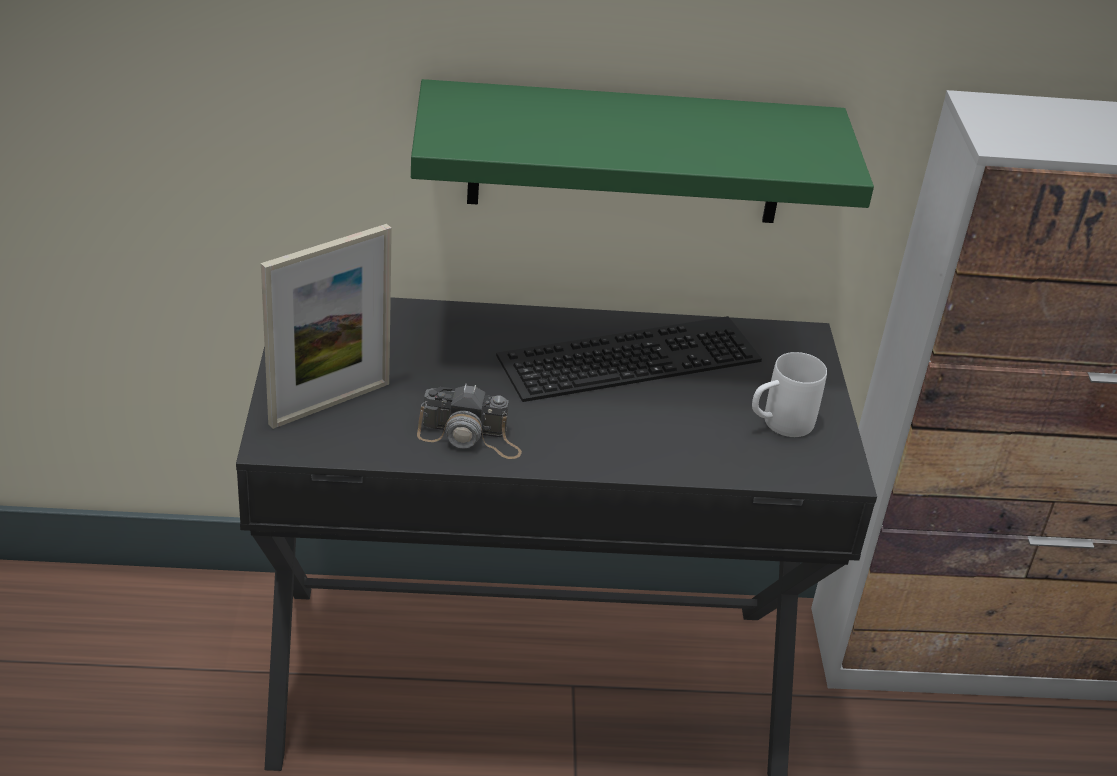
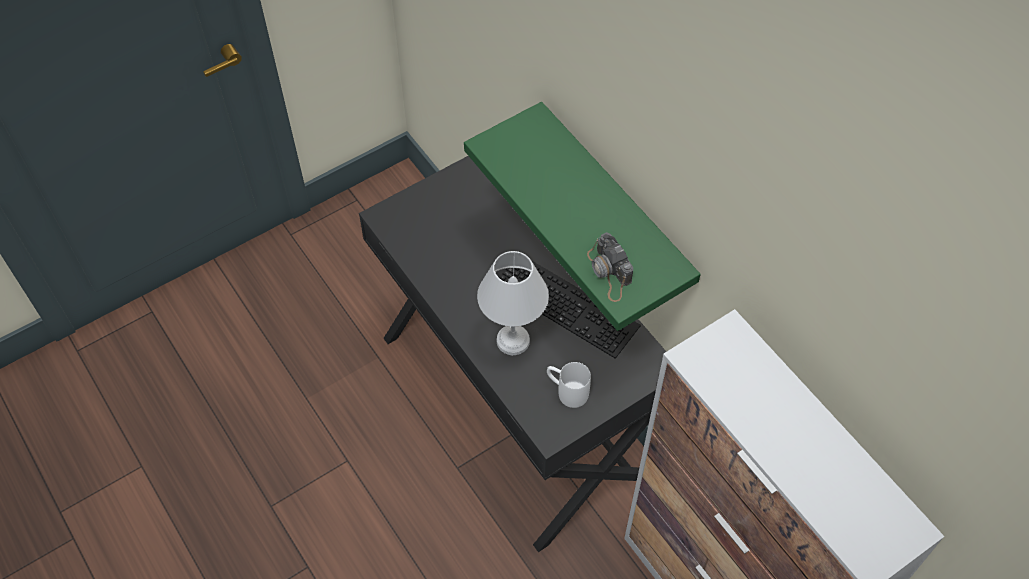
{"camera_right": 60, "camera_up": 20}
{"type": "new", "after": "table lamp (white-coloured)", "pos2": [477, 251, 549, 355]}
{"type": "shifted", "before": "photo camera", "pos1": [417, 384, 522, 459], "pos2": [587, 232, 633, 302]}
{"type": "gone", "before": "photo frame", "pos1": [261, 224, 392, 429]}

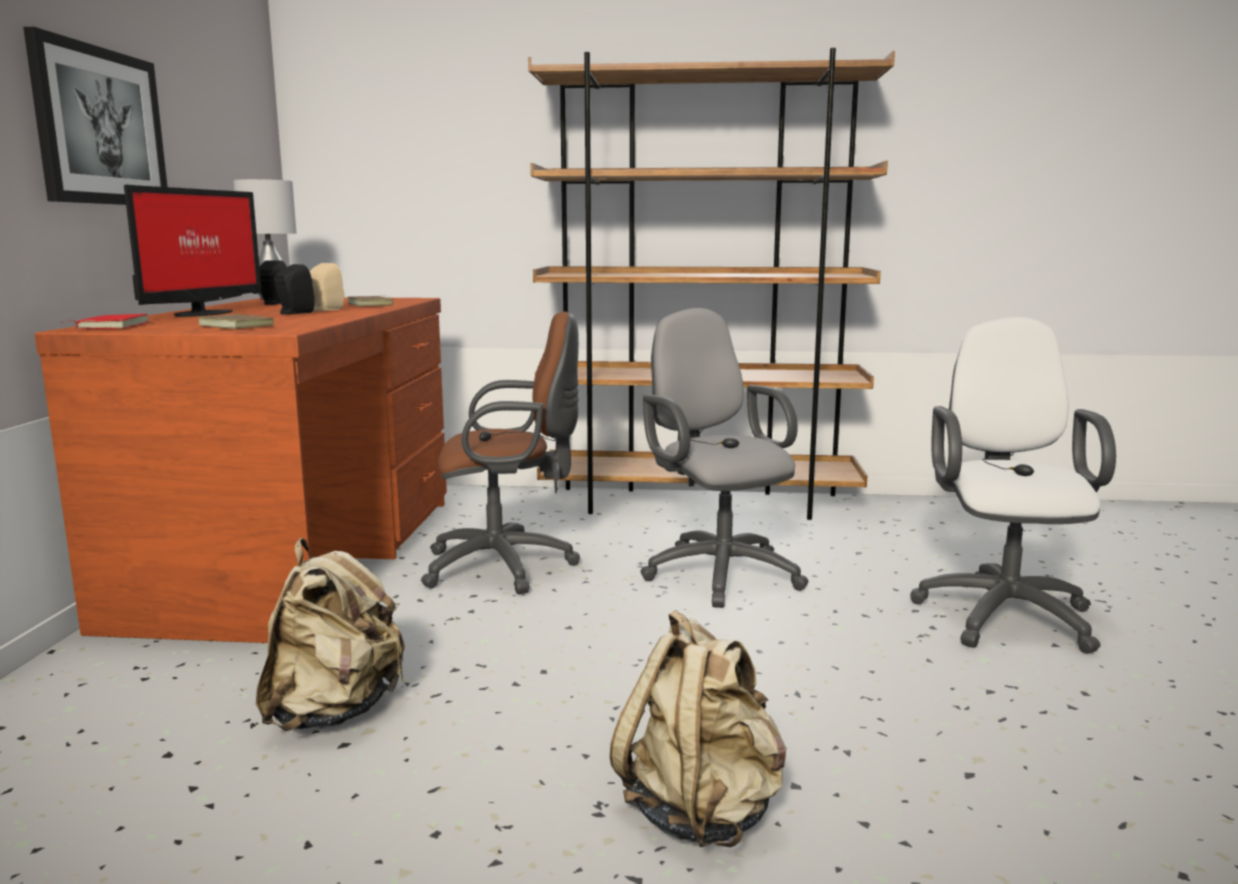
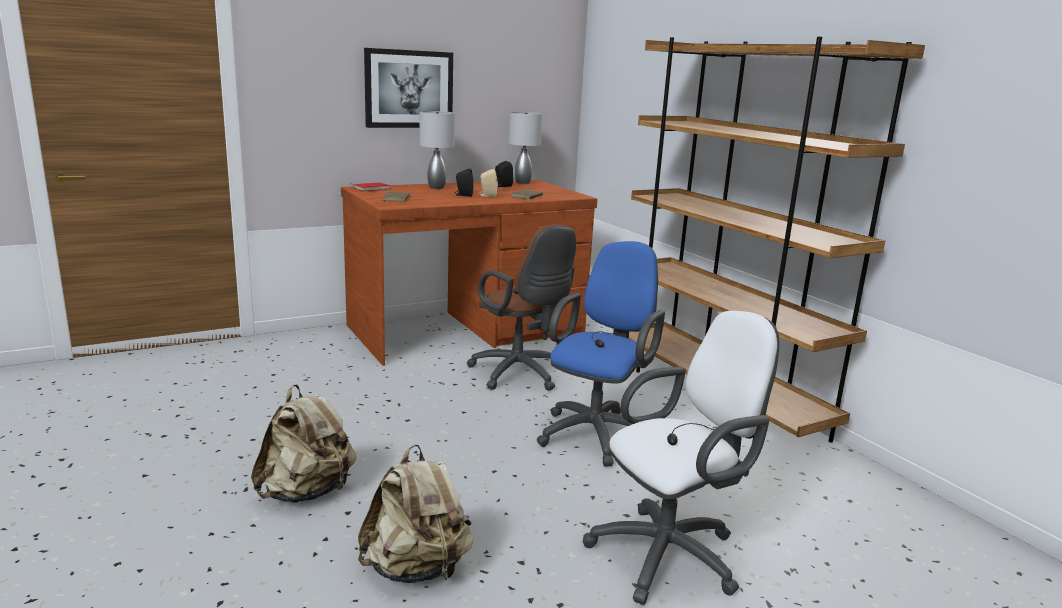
{"camera_right": 55, "camera_up": 5}
{"type": "shifted", "before": "backpack (sand-coloured)", "pos1": [256, 538, 405, 731], "pos2": [358, 444, 473, 583]}
{"type": "swapped", "before": "computer screen", "after": "table lamp (grey)", "pos1": [124, 185, 261, 317], "pos2": [420, 111, 455, 189]}
{"type": "repainted", "before": "office chair (grey)", "after": "office chair (blue-coloured)", "pos1": [641, 308, 808, 608], "pos2": [537, 241, 665, 466]}

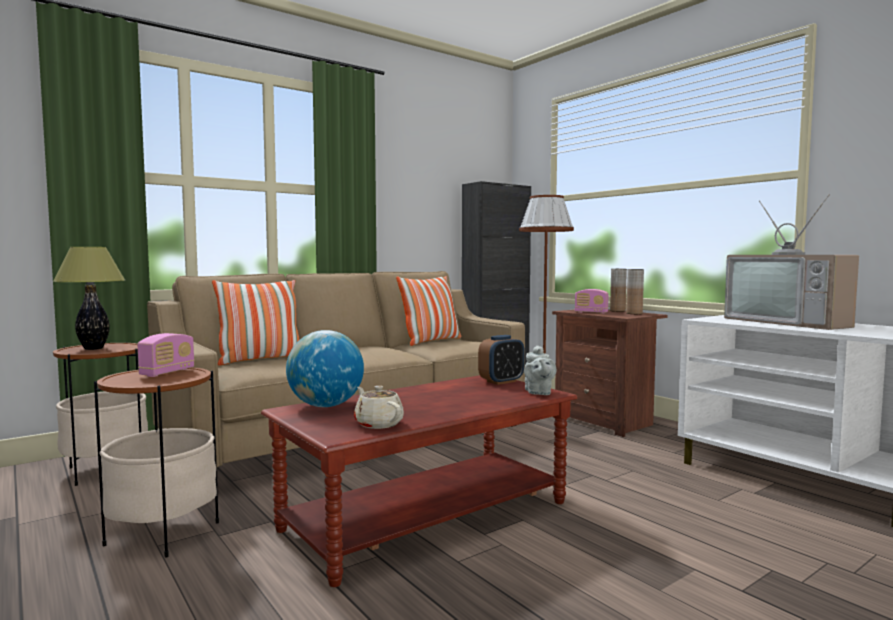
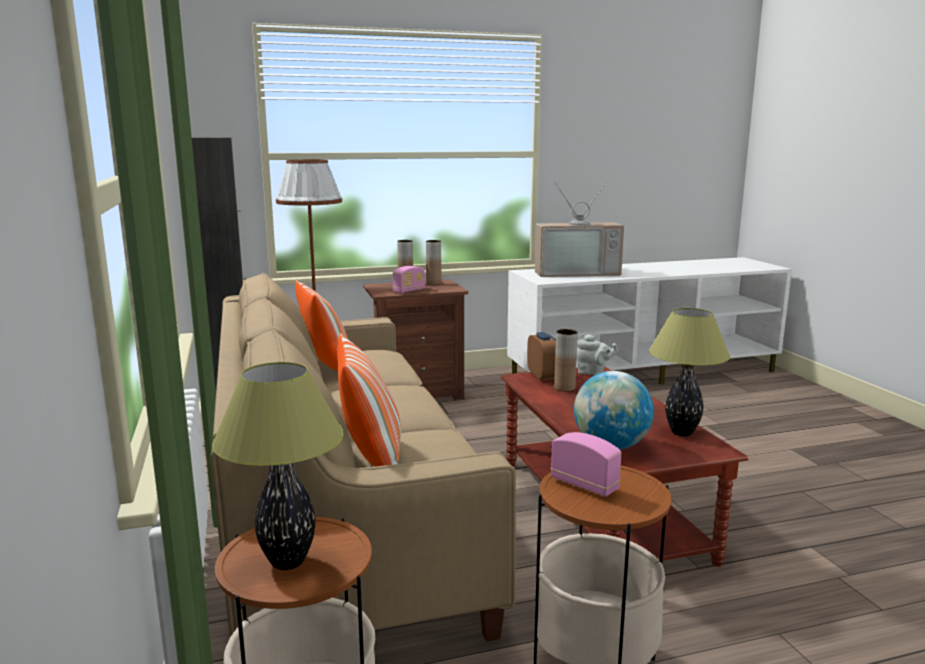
{"camera_right": -70, "camera_up": 10}
{"type": "new", "after": "decorative vase (brown-coloured)", "pos2": [554, 329, 578, 391]}
{"type": "swapped", "before": "tea pot (sand-coloured)", "after": "table lamp", "pos1": [354, 386, 404, 429], "pos2": [649, 308, 730, 436]}

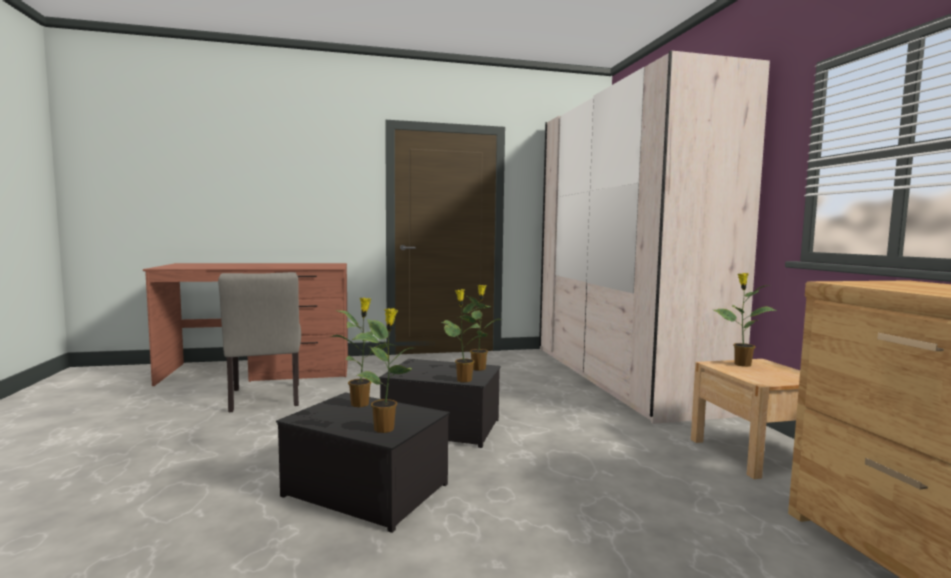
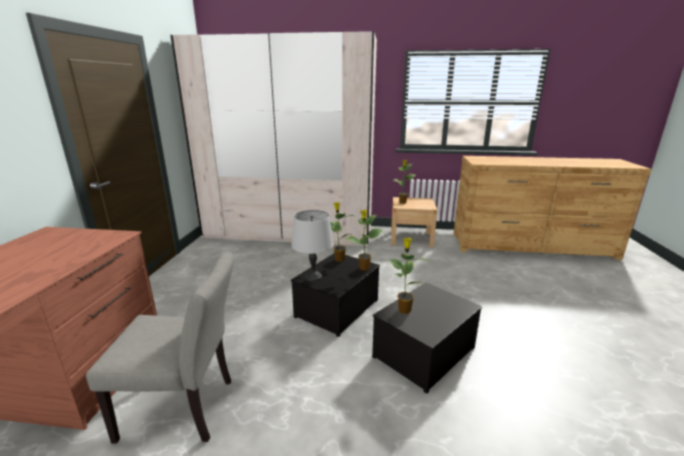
{"camera_right": -70, "camera_up": 15}
{"type": "new", "after": "table lamp (grey)", "pos2": [291, 210, 333, 282]}
{"type": "gone", "before": "houseplant", "pos1": [352, 308, 414, 433]}

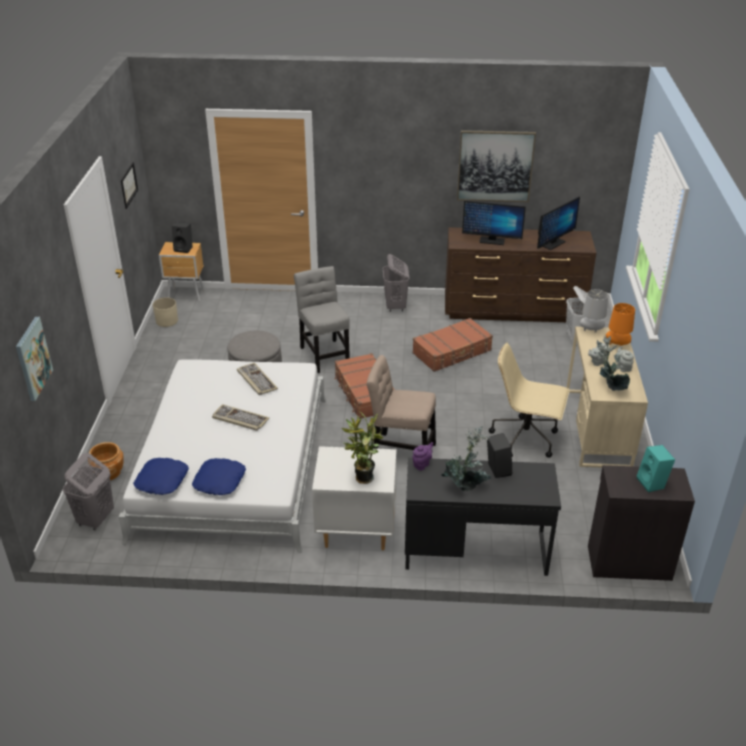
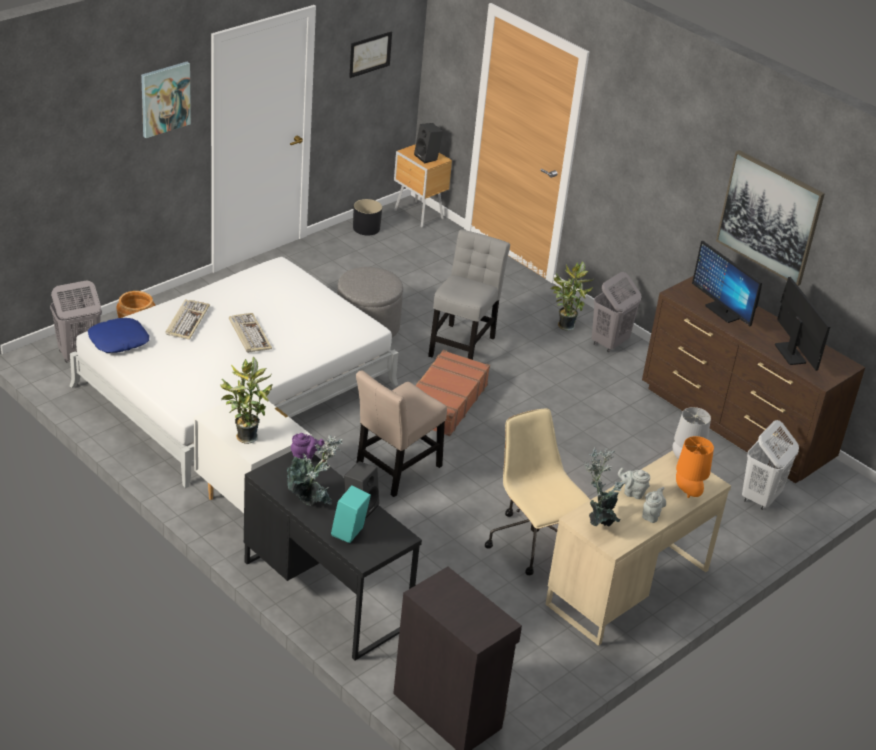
{"camera_right": 40, "camera_up": 0}
{"type": "shifted", "before": "picture", "pos1": [16, 317, 53, 401], "pos2": [141, 62, 191, 138]}
{"type": "shifted", "before": "keyboard", "pos1": [237, 363, 278, 395], "pos2": [165, 299, 210, 340]}
{"type": "shifted", "before": "speaker (blue-green)", "pos1": [637, 445, 675, 492], "pos2": [331, 485, 371, 543]}
{"type": "repainted", "before": "flower pot (sand-coloured)", "after": "flower pot (black)", "pos1": [153, 297, 178, 327], "pos2": [353, 199, 382, 236]}
{"type": "rotated", "before": "upright chair (sand-coloured)", "pos1": [367, 355, 436, 450], "pos2": [356, 370, 447, 497], "turn": -105}
{"type": "new", "after": "houseplant", "pos2": [551, 261, 594, 331]}
{"type": "rotated", "before": "computer screen", "pos1": [537, 196, 580, 250], "pos2": [775, 277, 830, 371], "turn": -105}
{"type": "gone", "before": "pillow (blue-coloured)", "pos1": [192, 458, 246, 495]}
{"type": "gone", "before": "travel case (brown-coloured)", "pos1": [412, 318, 493, 372]}

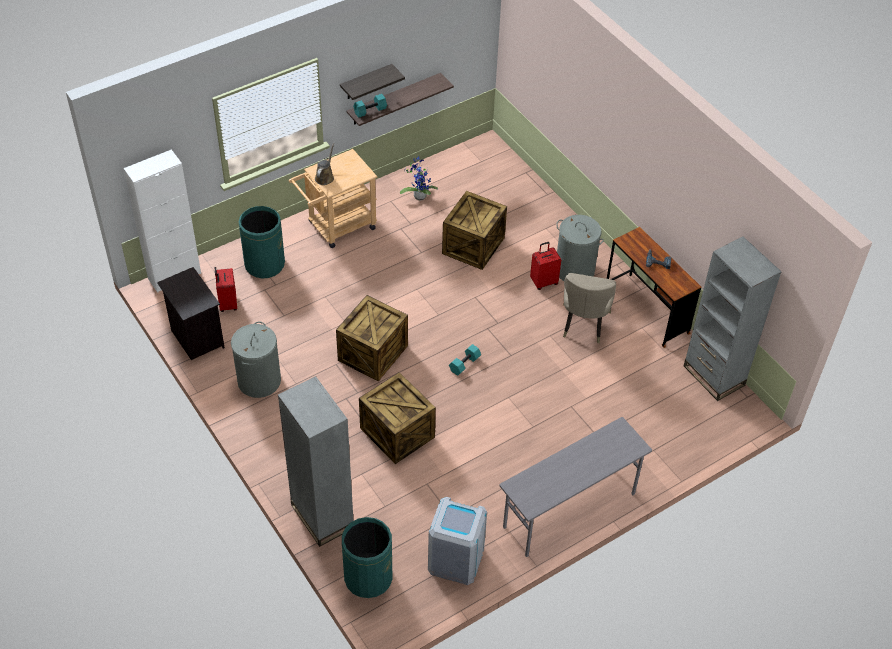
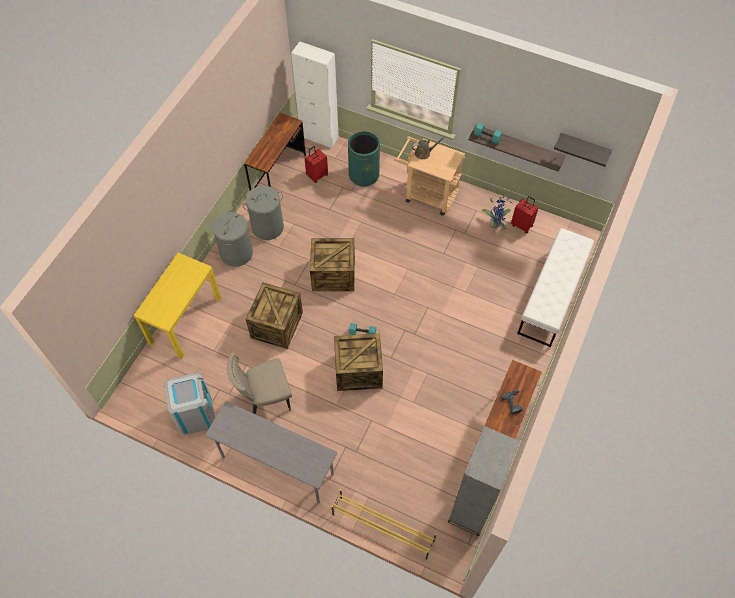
{"camera_right": 60, "camera_up": 10}
{"type": "swapped", "before": "bookcase (grey)", "after": "console table (yellow)", "pos1": [278, 376, 353, 547], "pos2": [133, 253, 221, 359]}
{"type": "shifted", "before": "hamper (grey)", "pos1": [556, 215, 604, 281], "pos2": [212, 210, 253, 267]}
{"type": "shifted", "before": "upright chair (sand-coloured)", "pos1": [563, 273, 616, 343], "pos2": [227, 352, 292, 414]}
{"type": "swapped", "before": "nightstand (black)", "after": "desk unit (brown-coloured)", "pos1": [157, 267, 225, 360], "pos2": [244, 113, 306, 191]}
{"type": "new", "after": "shoe shelf (yellow)", "pos2": [331, 489, 437, 560]}
{"type": "shifted", "before": "shipping crate", "pos1": [442, 191, 507, 270], "pos2": [334, 334, 383, 391]}
{"type": "shifted", "before": "travel case (red-coloured)", "pos1": [530, 242, 561, 290], "pos2": [511, 196, 538, 234]}
{"type": "new", "after": "long seat (white-coloured)", "pos2": [517, 228, 594, 347]}
{"type": "shifted", "before": "bracket shelf", "pos1": [340, 64, 405, 100], "pos2": [554, 133, 612, 167]}
{"type": "gone", "before": "rubbish bin (green-coloured)", "pos1": [342, 517, 393, 598]}

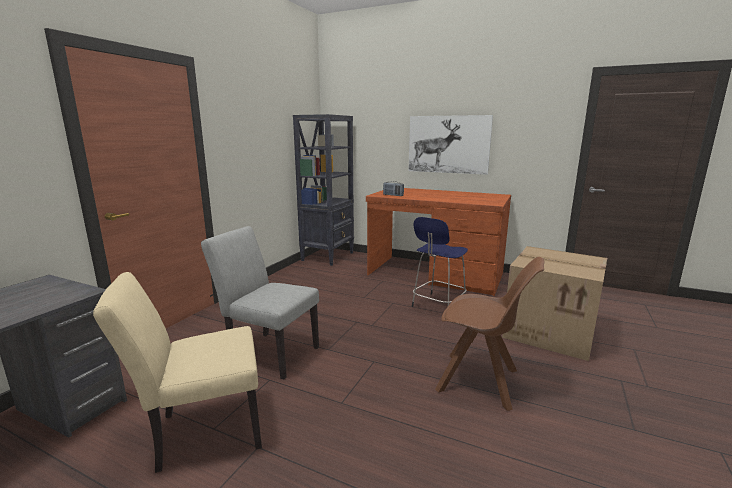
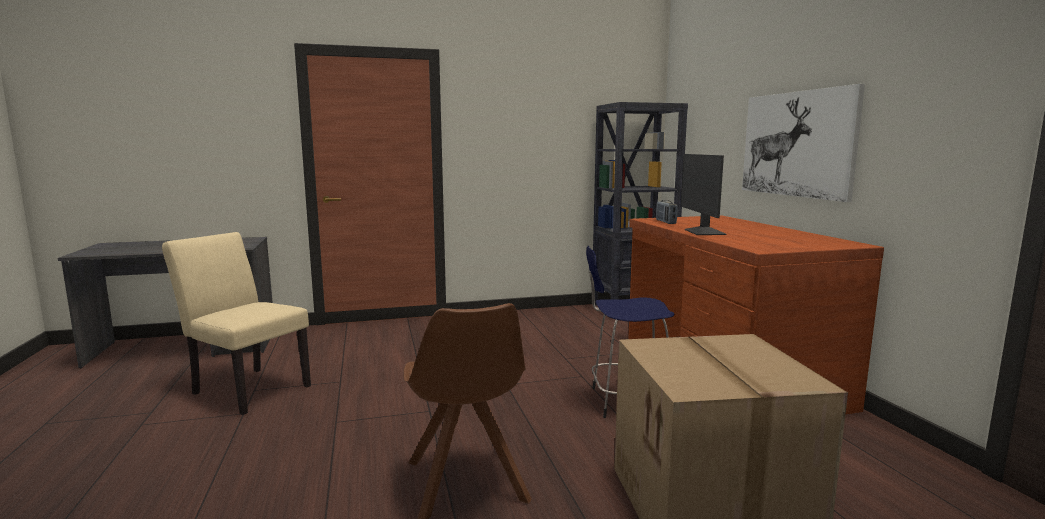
{"camera_right": 50, "camera_up": -5}
{"type": "new", "after": "computer screen", "pos2": [681, 154, 726, 235]}
{"type": "gone", "before": "upright chair (grey)", "pos1": [201, 226, 319, 380]}

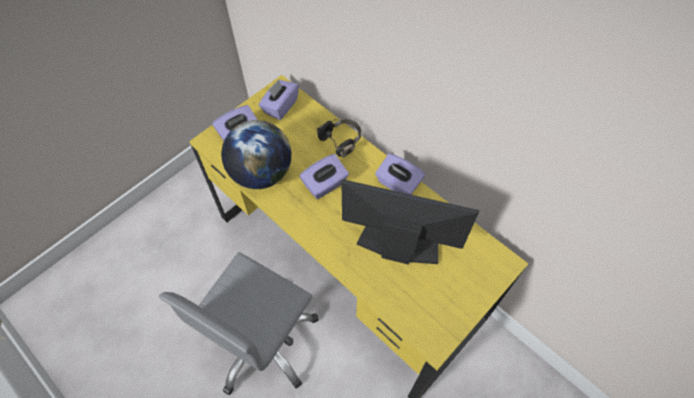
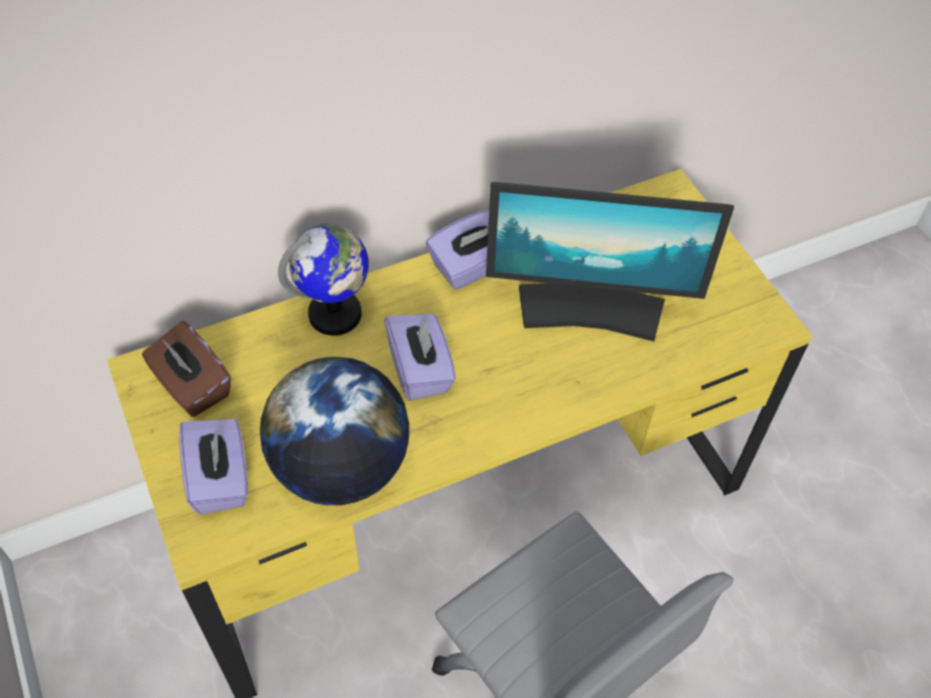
{"camera_right": -70, "camera_up": -5}
{"type": "repainted", "before": "tissue holder (purple-coloured)", "after": "tissue holder (brown-coloured)", "pos1": [259, 79, 299, 120], "pos2": [142, 321, 231, 417]}
{"type": "swapped", "before": "pair of headphones (black)", "after": "desk globe", "pos1": [317, 119, 361, 158], "pos2": [278, 224, 369, 336]}
{"type": "rotated", "before": "computer screen", "pos1": [341, 179, 479, 265], "pos2": [486, 182, 734, 341], "turn": -120}

